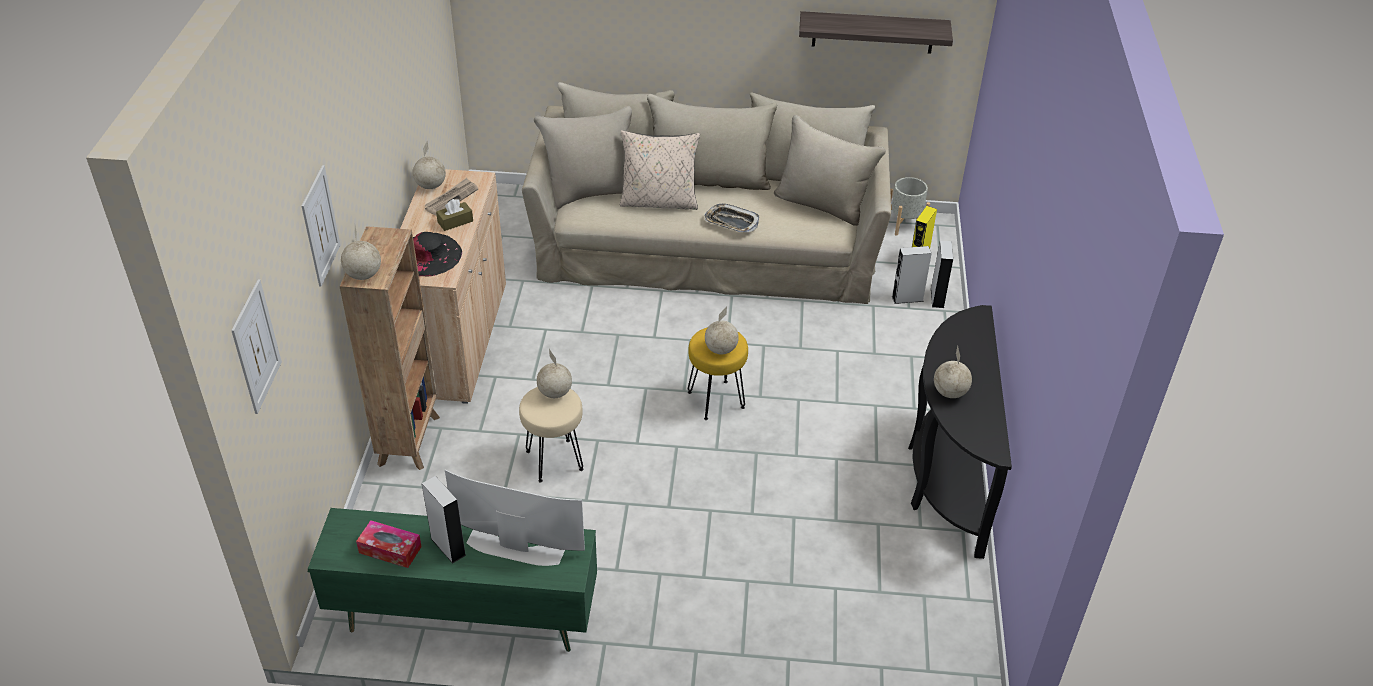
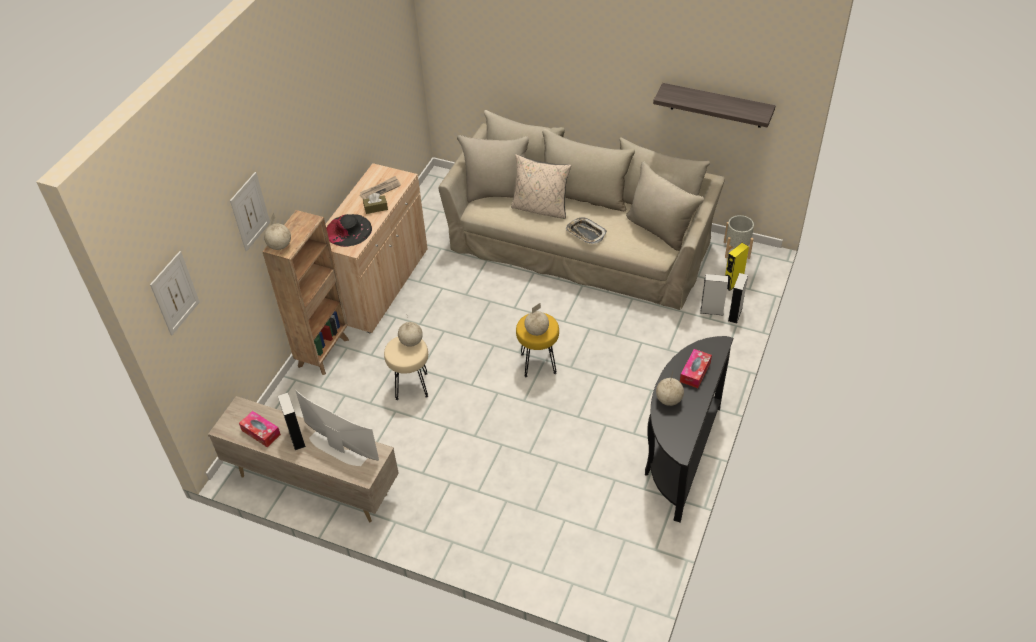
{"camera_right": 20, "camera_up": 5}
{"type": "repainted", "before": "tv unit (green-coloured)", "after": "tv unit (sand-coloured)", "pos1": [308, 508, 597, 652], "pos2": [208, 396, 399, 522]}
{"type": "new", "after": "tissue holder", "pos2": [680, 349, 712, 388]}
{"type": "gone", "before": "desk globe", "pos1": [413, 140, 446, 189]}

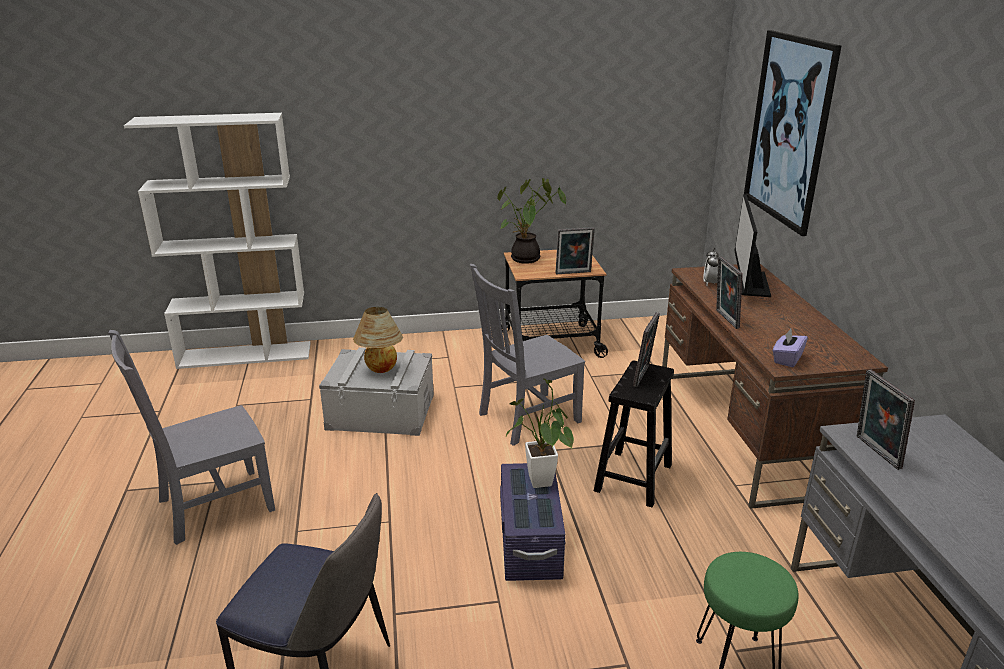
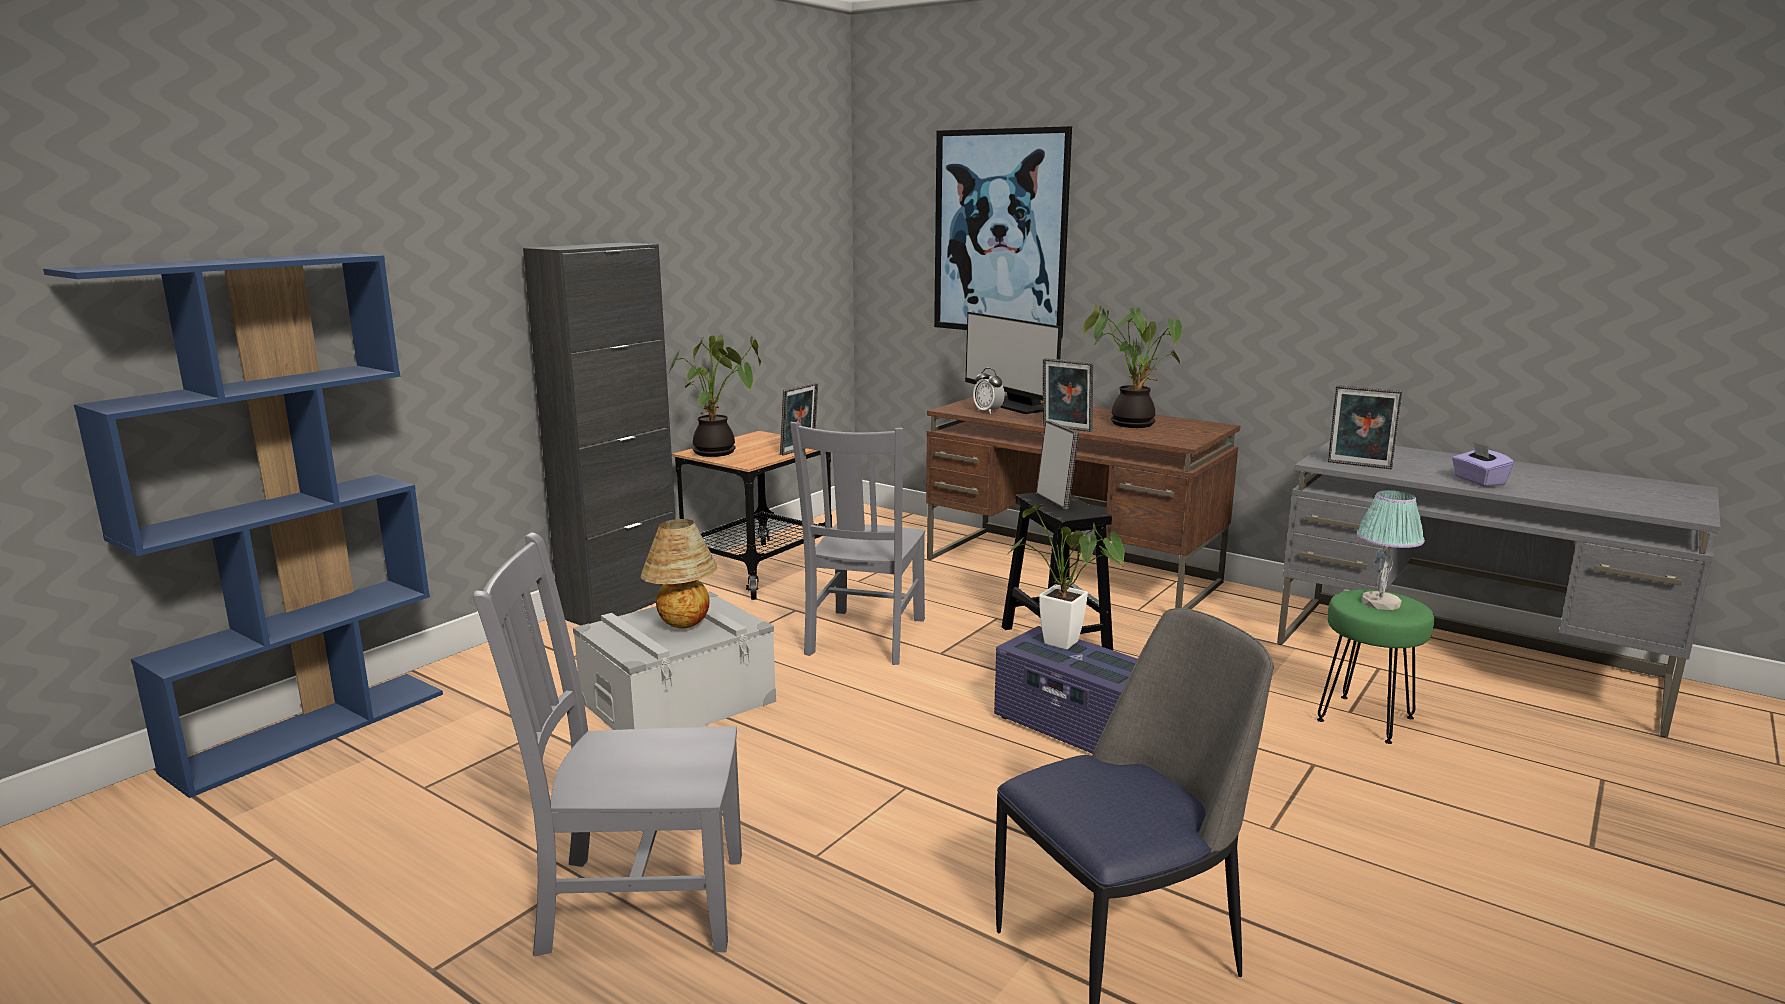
{"camera_right": -45, "camera_up": -10}
{"type": "repainted", "before": "bookcase (white-coloured)", "after": "bookcase (blue-coloured)", "pos1": [124, 113, 311, 369], "pos2": [43, 253, 443, 798]}
{"type": "rotated", "before": "upright chair (grey)", "pos1": [109, 330, 275, 545], "pos2": [473, 532, 742, 956], "turn": 75}
{"type": "new", "after": "cabinet (black)", "pos2": [523, 242, 676, 626]}
{"type": "new", "after": "houseplant", "pos2": [1083, 304, 1182, 428]}
{"type": "new", "after": "table lamp", "pos2": [1357, 490, 1425, 610]}
{"type": "shifted", "before": "tissue holder (purple-coloured)", "pos1": [773, 329, 808, 367], "pos2": [1452, 441, 1515, 487]}

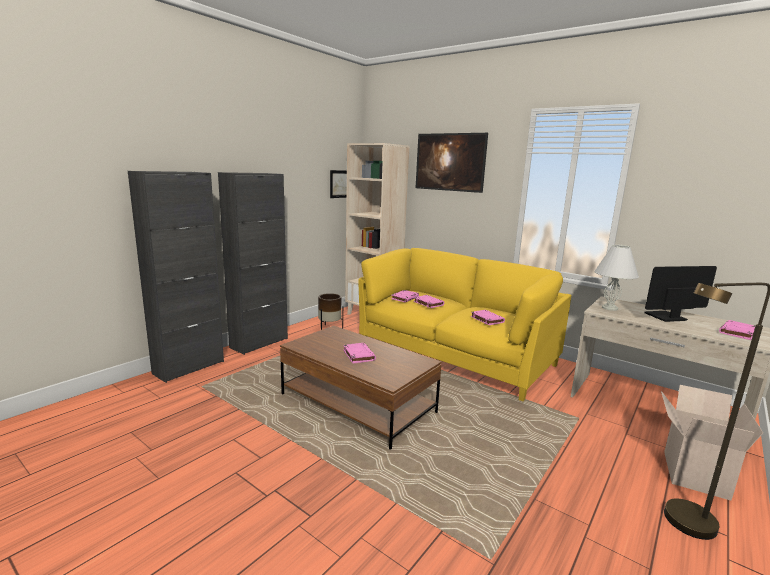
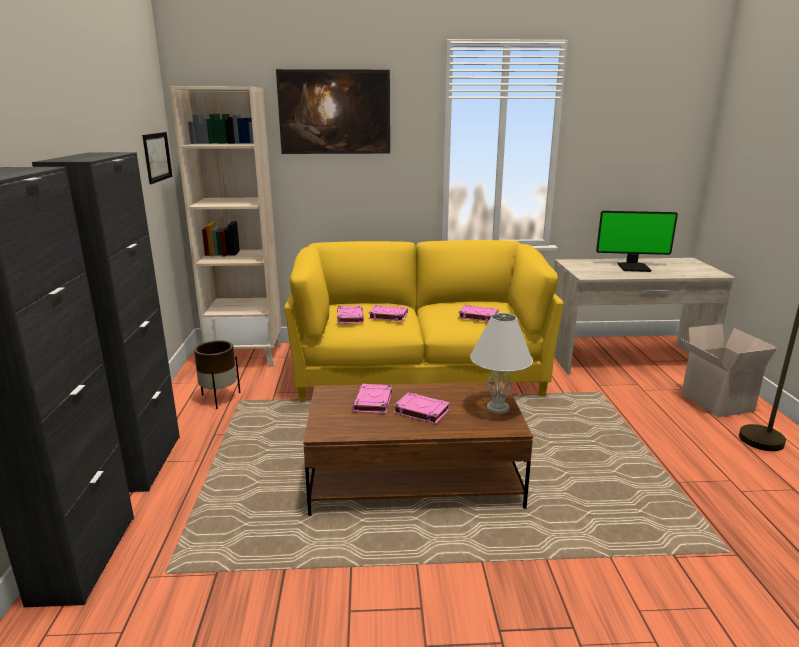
{"camera_right": -40, "camera_up": 5}
{"type": "shifted", "before": "bound book (pink-coloured)", "pos1": [719, 320, 755, 340], "pos2": [352, 384, 392, 414]}
{"type": "shifted", "before": "table lamp (white-coloured)", "pos1": [594, 245, 639, 311], "pos2": [470, 313, 533, 414]}
{"type": "rotated", "before": "computer screen", "pos1": [644, 266, 717, 322], "pos2": [596, 211, 678, 272], "turn": -120}

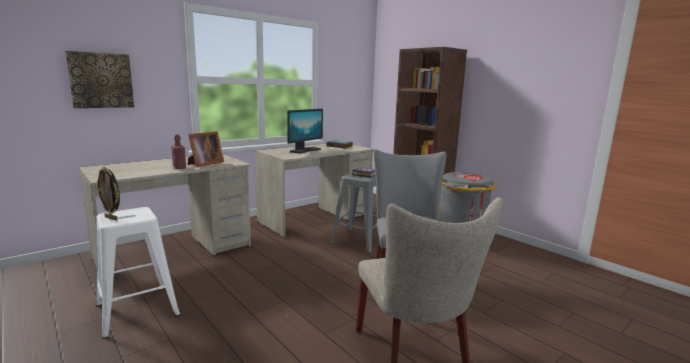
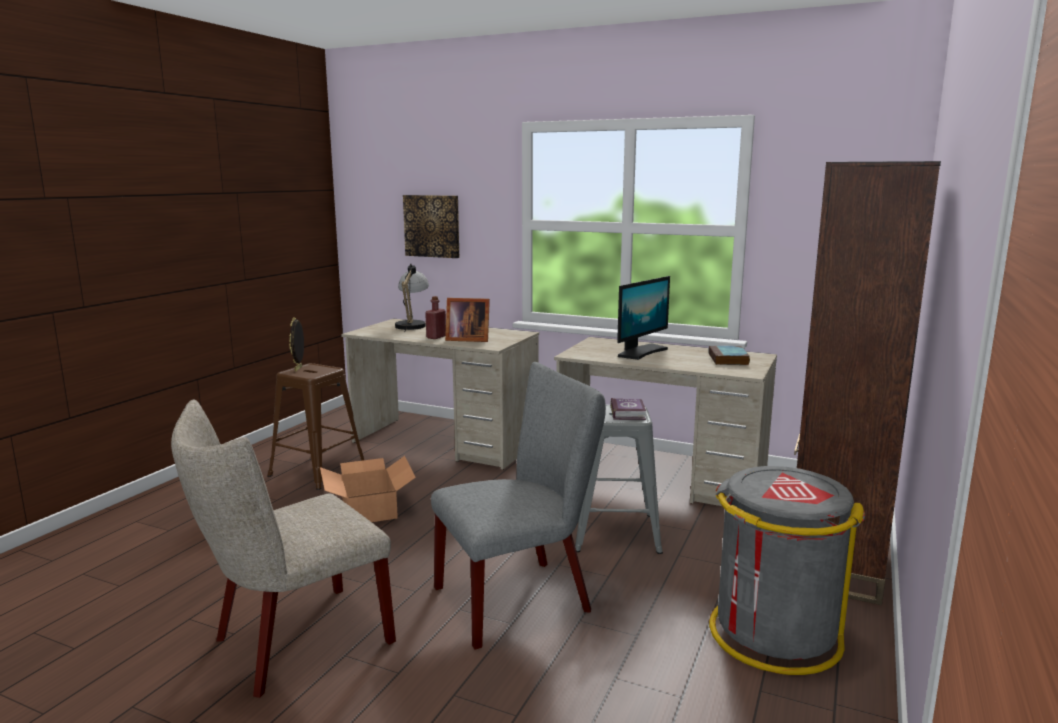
{"camera_right": 65, "camera_up": 0}
{"type": "repainted", "before": "stool seat (white-coloured)", "after": "stool seat (brown-coloured)", "pos1": [96, 207, 180, 339], "pos2": [267, 363, 364, 490]}
{"type": "new", "after": "packing box", "pos2": [320, 456, 416, 522]}
{"type": "new", "after": "table lamp", "pos2": [395, 264, 429, 332]}
{"type": "rotated", "before": "computer screen", "pos1": [287, 109, 323, 154], "pos2": [617, 276, 670, 360], "turn": -60}

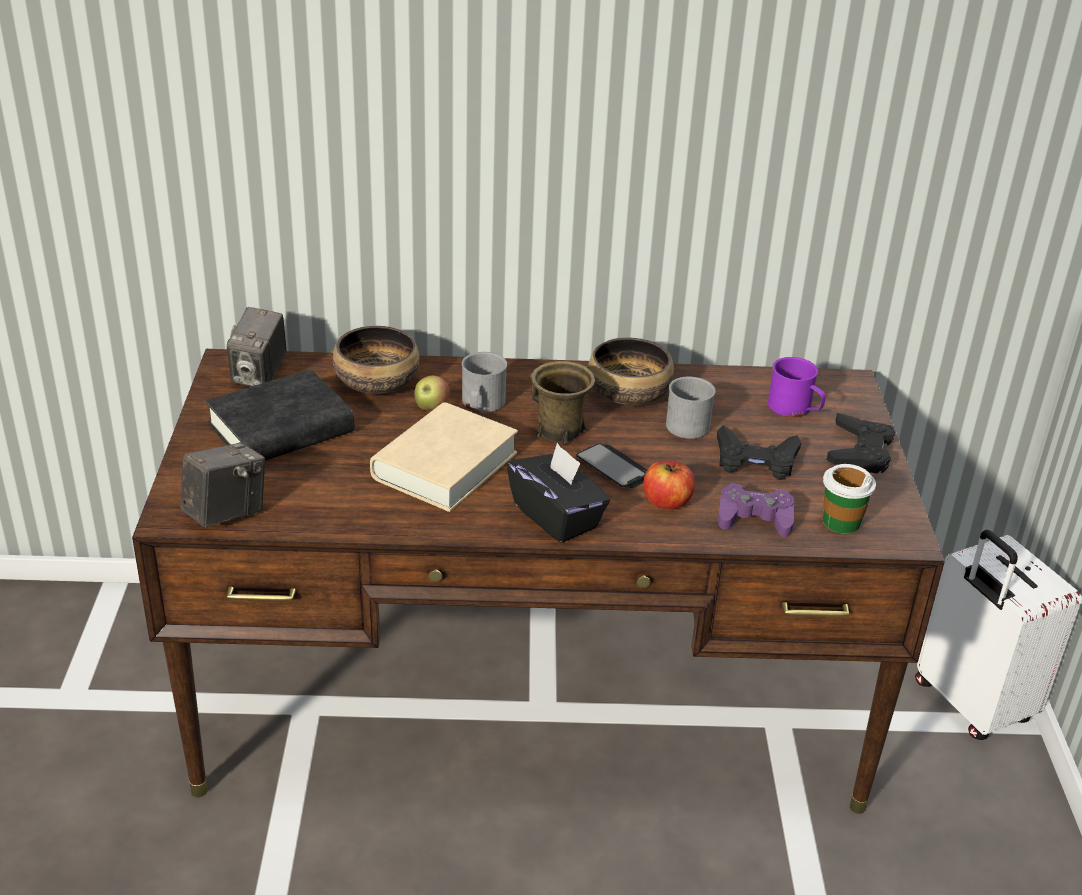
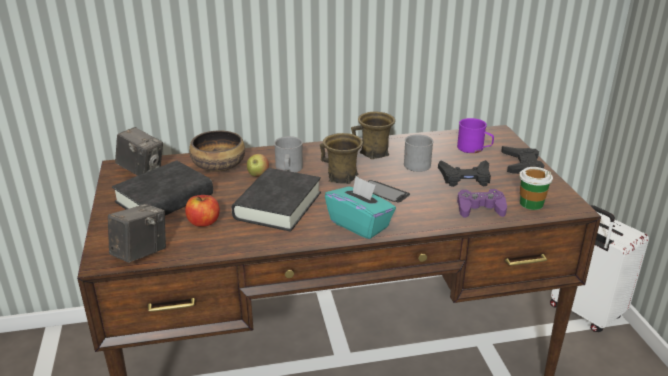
{"camera_right": -10, "camera_up": -5}
{"type": "rotated", "before": "photo camera", "pos1": [227, 307, 286, 387], "pos2": [115, 127, 163, 176], "turn": -60}
{"type": "shifted", "before": "whole apple", "pos1": [643, 460, 695, 509], "pos2": [185, 195, 220, 227]}
{"type": "repainted", "before": "bound book (sand-coloured)", "after": "bound book (black)", "pos1": [370, 402, 518, 512], "pos2": [232, 168, 321, 232]}
{"type": "repainted", "before": "tissue holder (black)", "after": "tissue holder (blue-green)", "pos1": [507, 443, 610, 543], "pos2": [325, 176, 396, 239]}
{"type": "swapped", "before": "deep dish", "after": "coffee mug (brown-coloured)", "pos1": [588, 338, 674, 405], "pos2": [351, 112, 395, 159]}

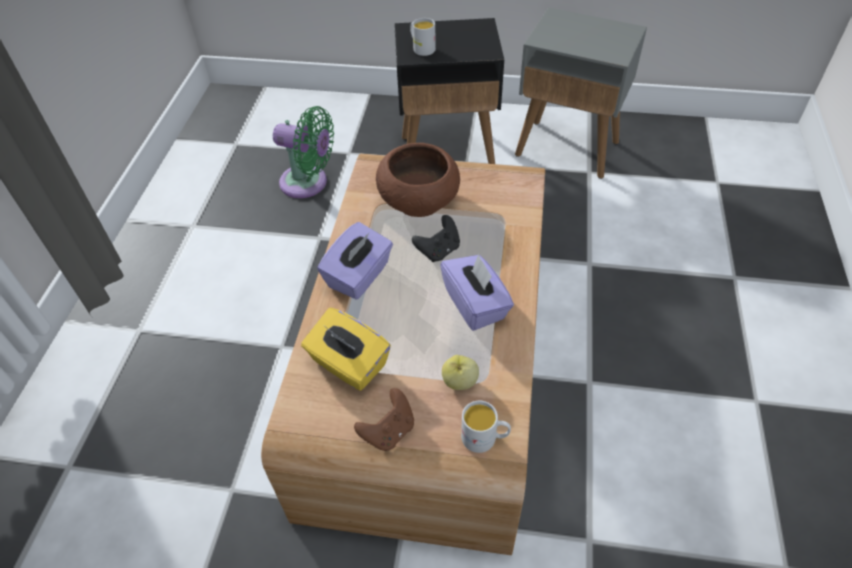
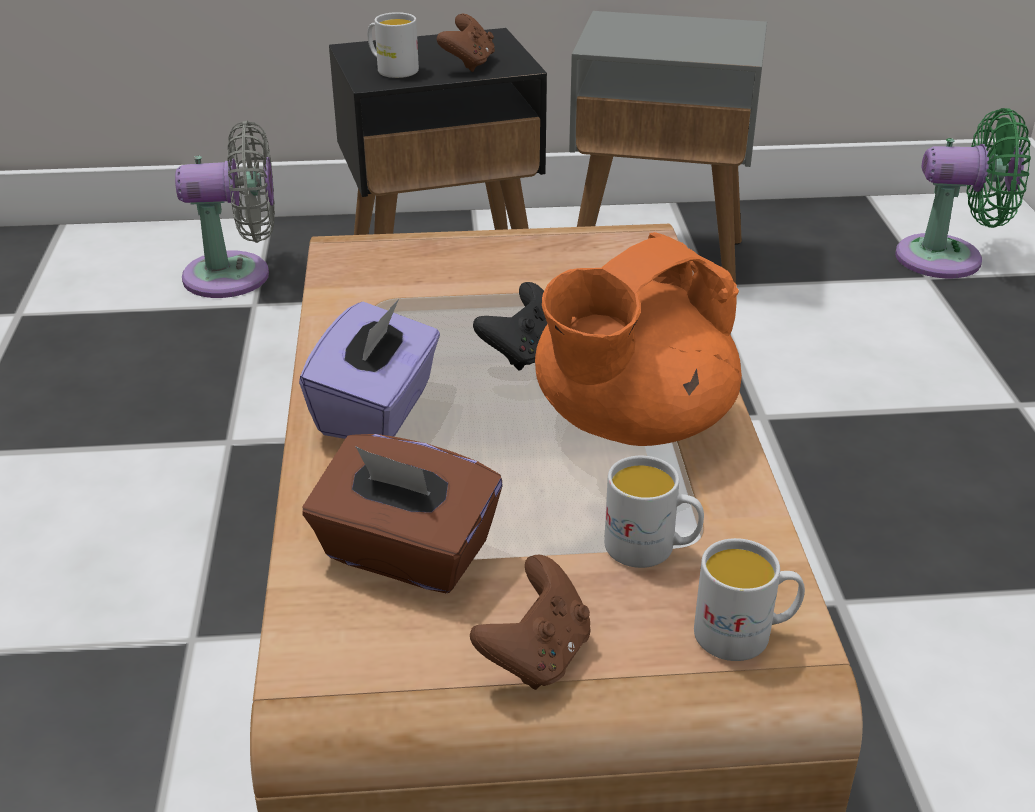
{"camera_right": -15, "camera_up": -15}
{"type": "new", "after": "electric fan (grey)", "pos2": [175, 121, 275, 298]}
{"type": "repainted", "before": "tissue holder (yellow)", "after": "tissue holder (brown-coloured)", "pos1": [301, 308, 391, 391], "pos2": [302, 434, 502, 593]}
{"type": "new", "after": "game controller (brown-coloured)", "pos2": [437, 14, 495, 72]}
{"type": "swapped", "before": "tissue holder (purple-coloured)", "after": "tea pot (orange-coloured)", "pos1": [440, 254, 514, 331], "pos2": [535, 232, 742, 446]}
{"type": "swapped", "before": "whole apple", "after": "coffee mug (white-coloured)", "pos1": [442, 355, 479, 390], "pos2": [604, 456, 704, 568]}
{"type": "shifted", "before": "electric fan (green-coloured)", "pos1": [273, 106, 334, 198], "pos2": [895, 108, 1031, 279]}
{"type": "gone", "before": "deep dish (brown-coloured)", "pos1": [376, 143, 460, 217]}

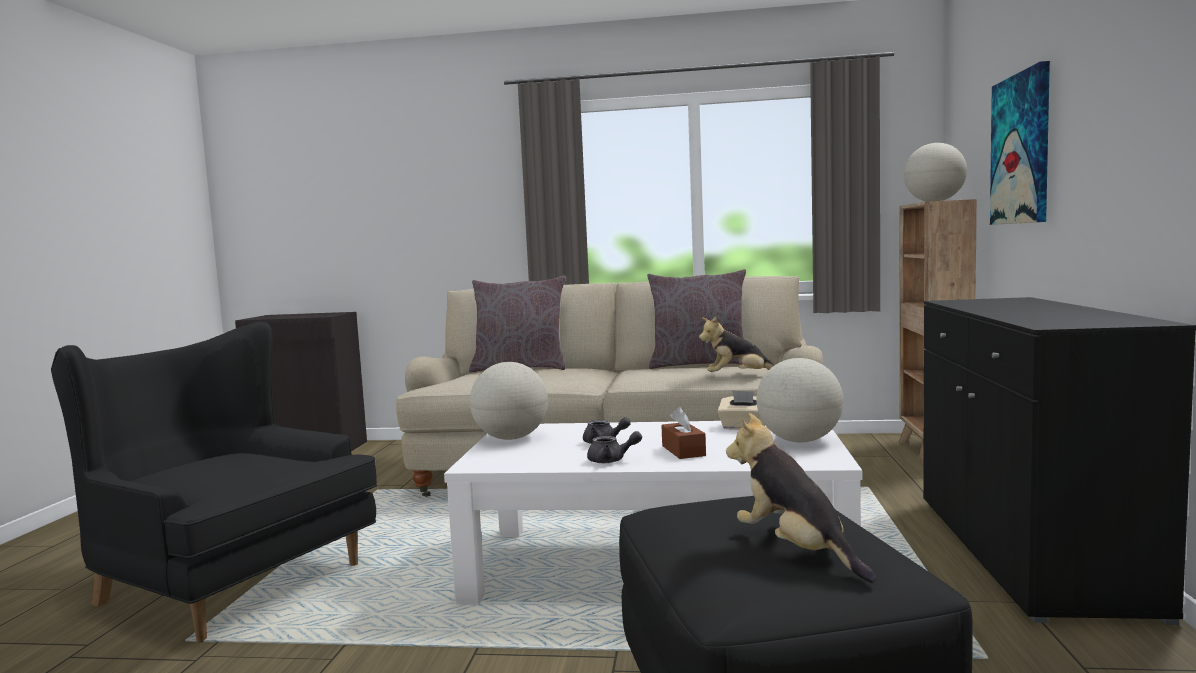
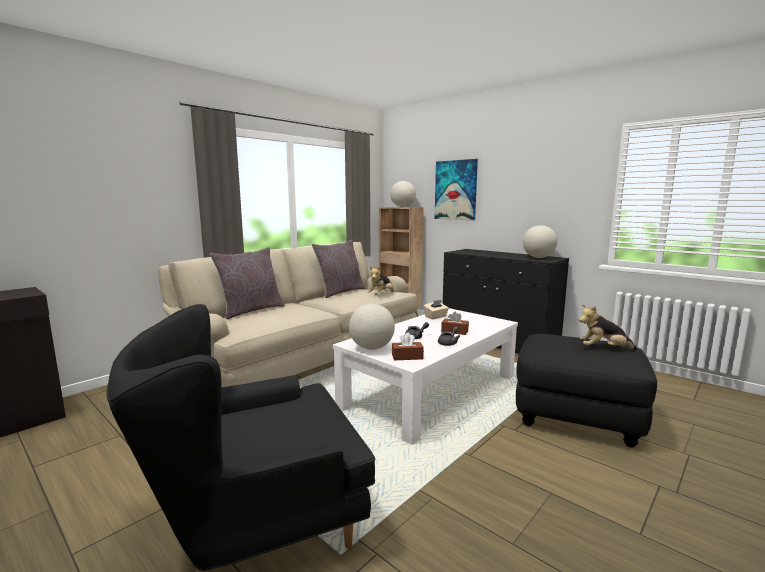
{"camera_right": -55, "camera_up": 5}
{"type": "new", "after": "tissue holder (brown-coloured)", "pos2": [392, 333, 424, 360]}
{"type": "shifted", "before": "desk globe", "pos1": [756, 358, 843, 443], "pos2": [523, 225, 557, 258]}

